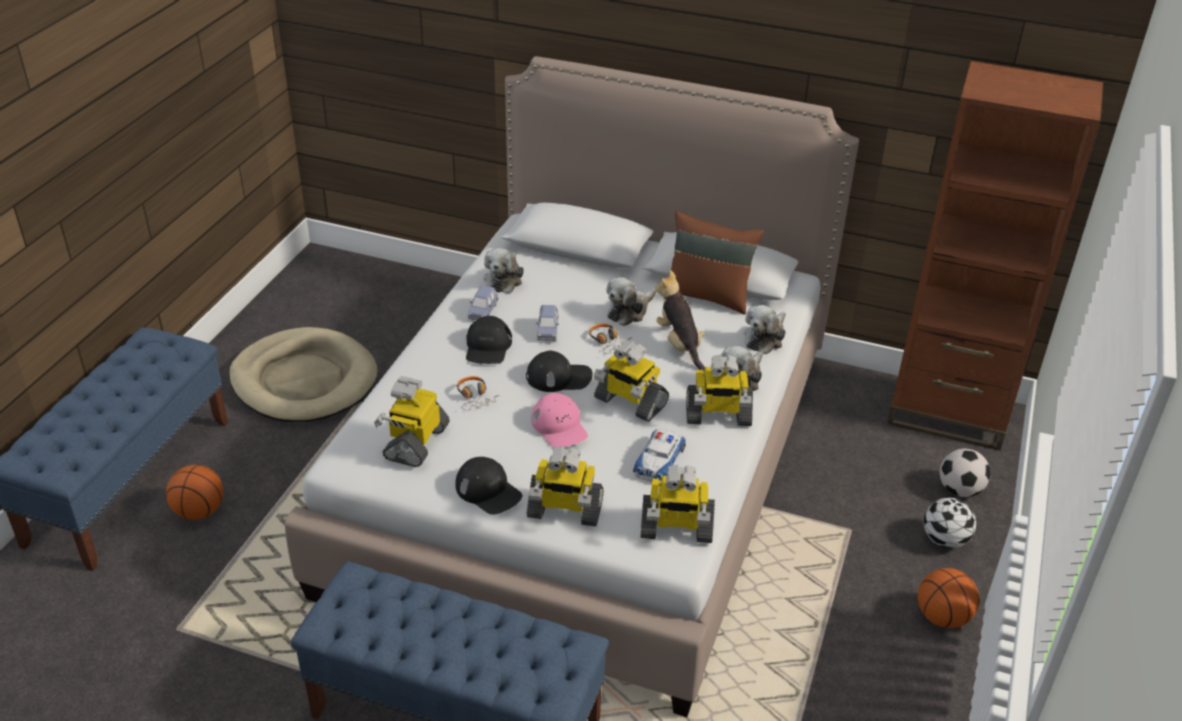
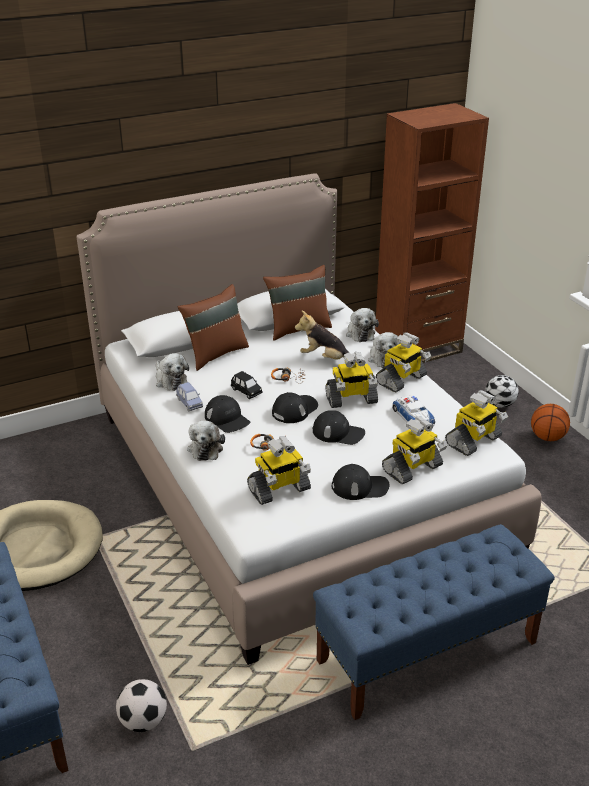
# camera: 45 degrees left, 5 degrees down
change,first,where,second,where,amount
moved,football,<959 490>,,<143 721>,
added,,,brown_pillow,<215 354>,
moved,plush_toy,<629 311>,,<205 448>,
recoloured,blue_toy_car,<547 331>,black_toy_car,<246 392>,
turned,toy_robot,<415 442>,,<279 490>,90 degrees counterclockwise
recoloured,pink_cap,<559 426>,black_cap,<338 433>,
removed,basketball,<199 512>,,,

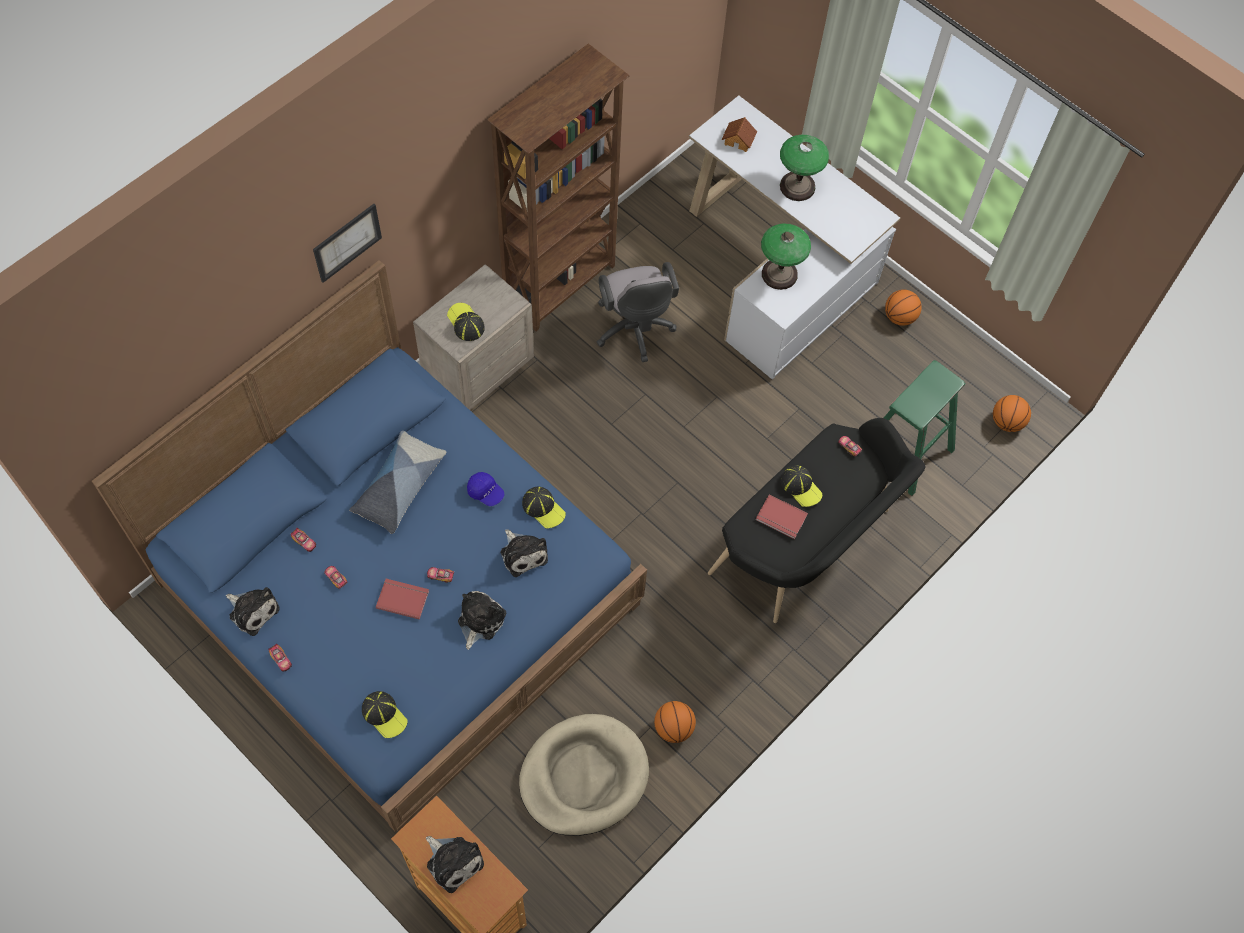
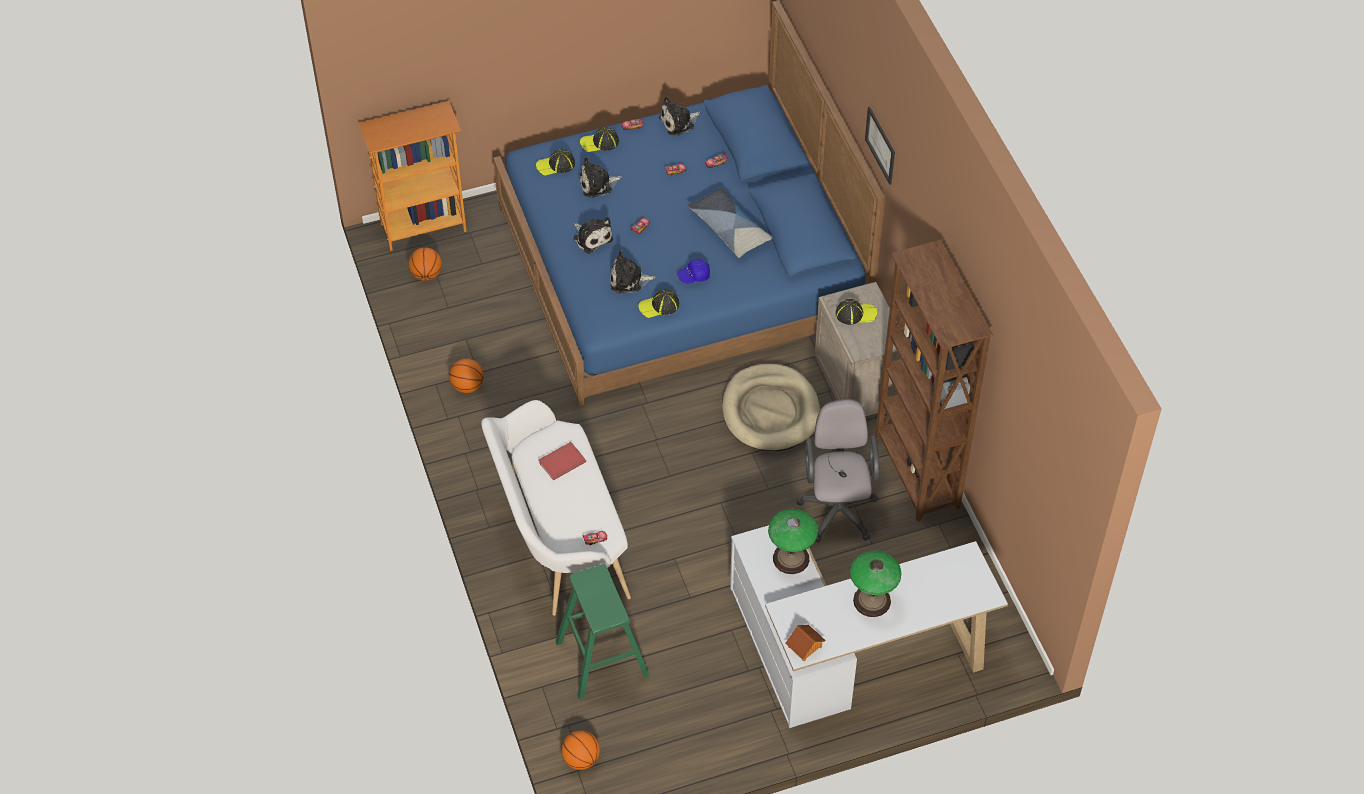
# camera: 120 degrees right, 10 degrees down
change,first,where,second,where,amount
moved,basketball,<899 317>,,<426 274>,
recoloured,black_bench,<807 545>,white_bench,<558 541>,
moved,plush_toy,<453 861>,,<597 184>,
moved,cap,<801 487>,,<599 142>,
moved,beige_dog_bed,<583 776>,,<770 411>,
moved,toy_house,<739 140>,,<805 646>,
turned,grey_office_chair,<634 331>,,<838 507>,75 degrees clockwise
removed,red_book,<403 598>,,,

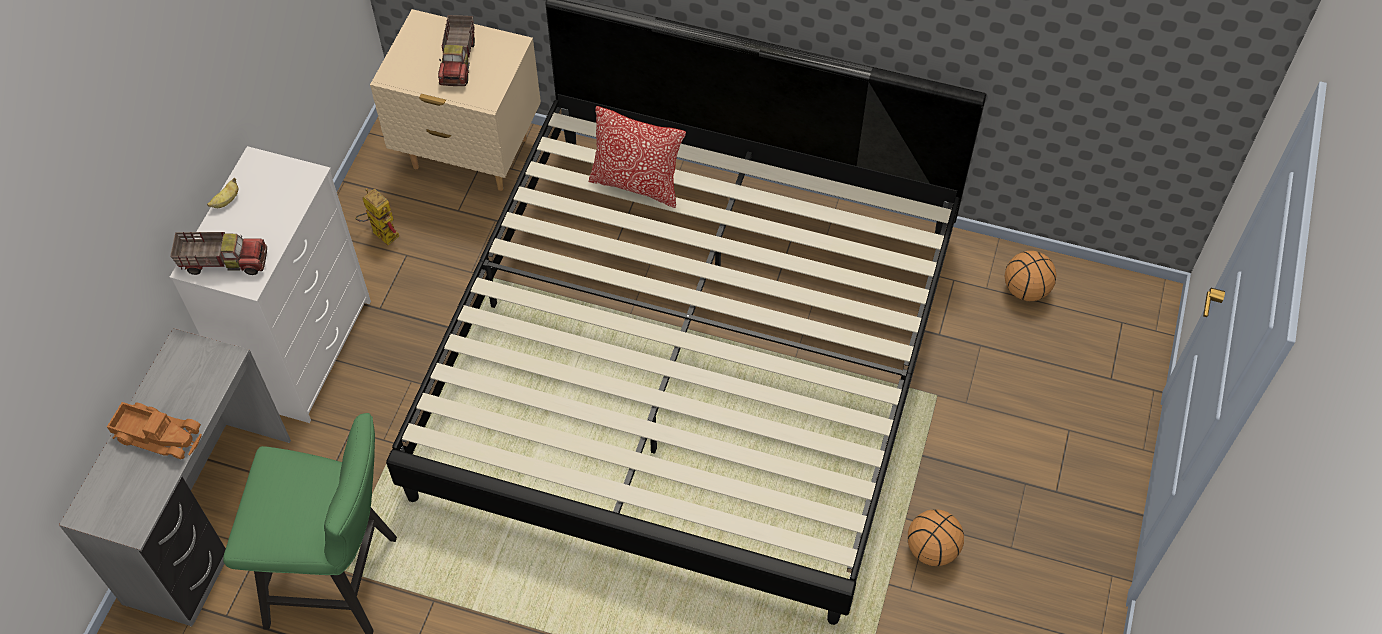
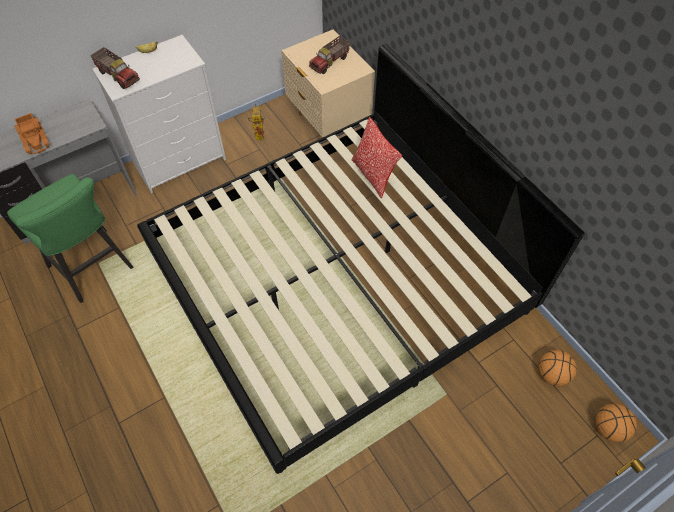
# camera: 40 degrees right, 0 degrees up
change,first,where,second,where,amount
moved,basketball,<932 549>,,<609 428>,

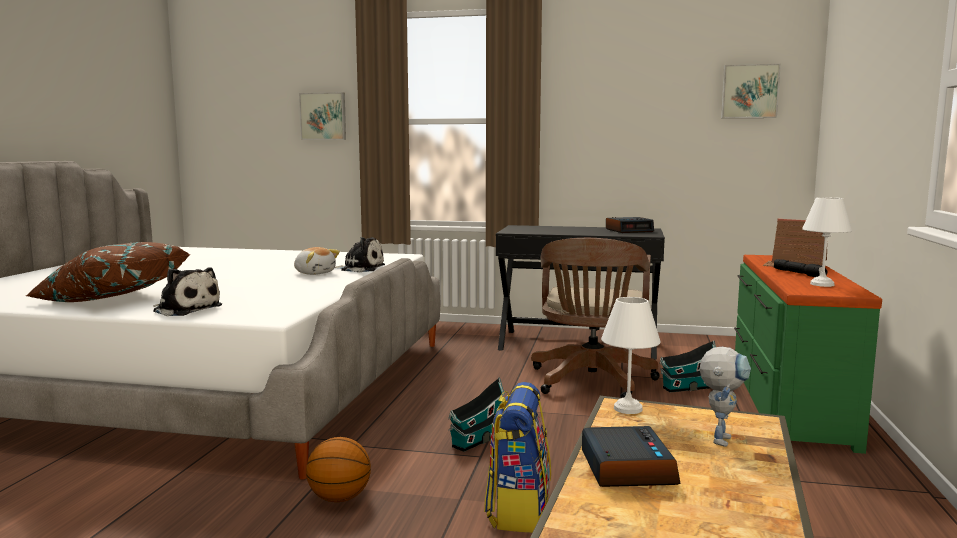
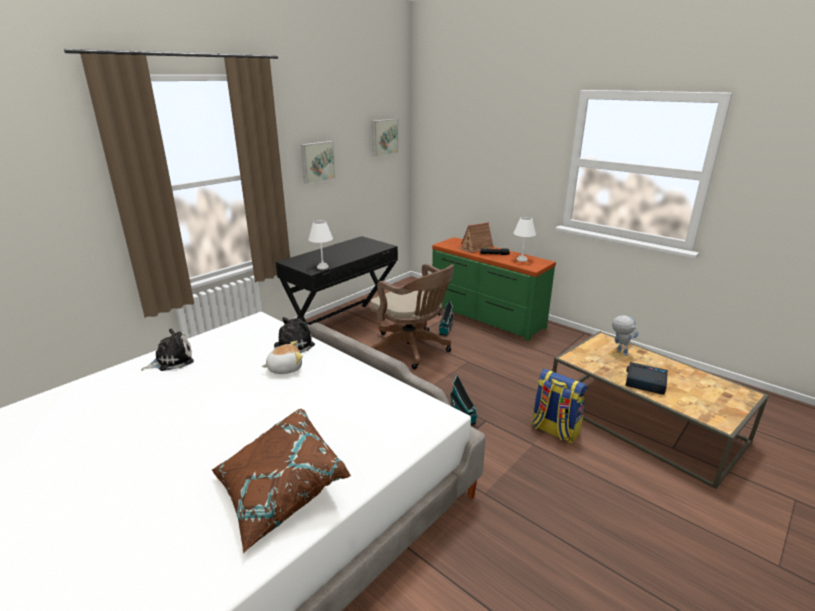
# camera: 60 degrees left, 15 degrees up
change,first,where,second,where,amount
moved,plush_toy,<186 309>,,<171 360>,
moved,picture,<323 116>,,<317 161>,
moved,white_table_lamp,<628 408>,,<322 267>,
removed,basketball,<340 498>,,,
removed,alarm_clock,<629 230>,,,

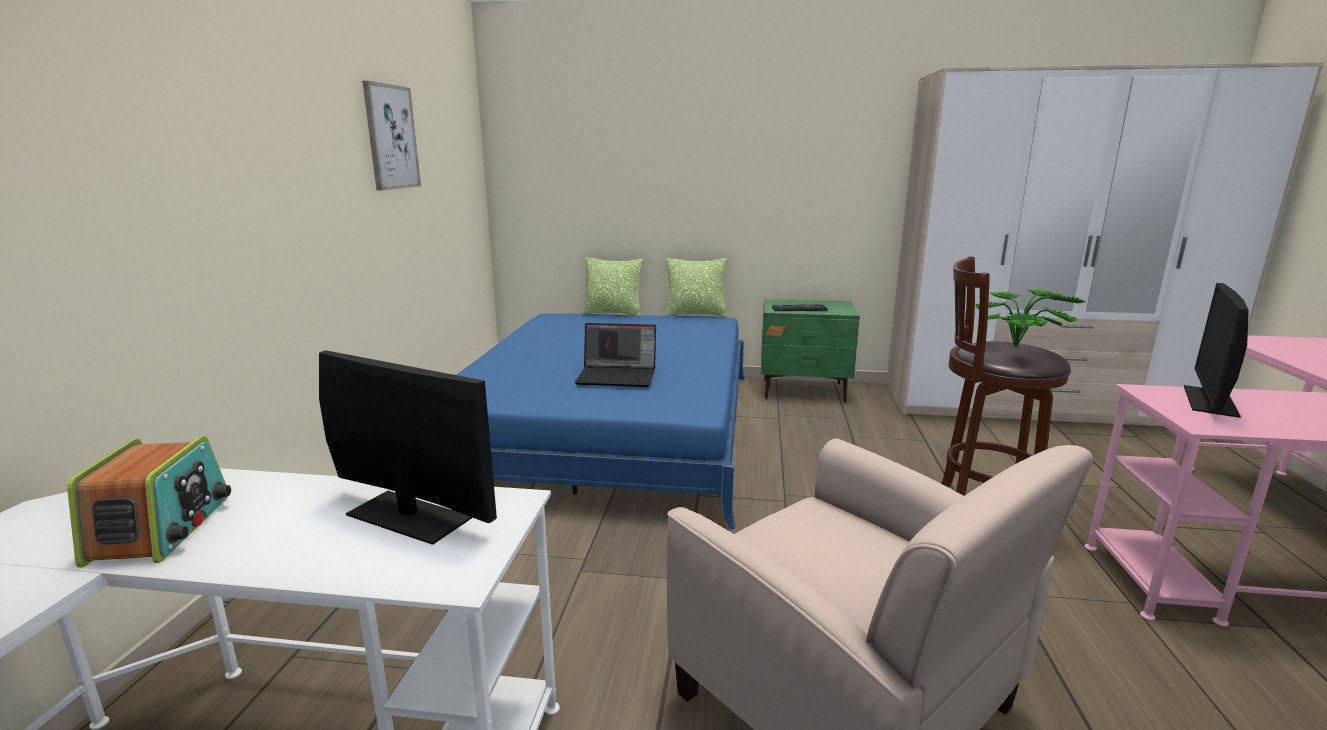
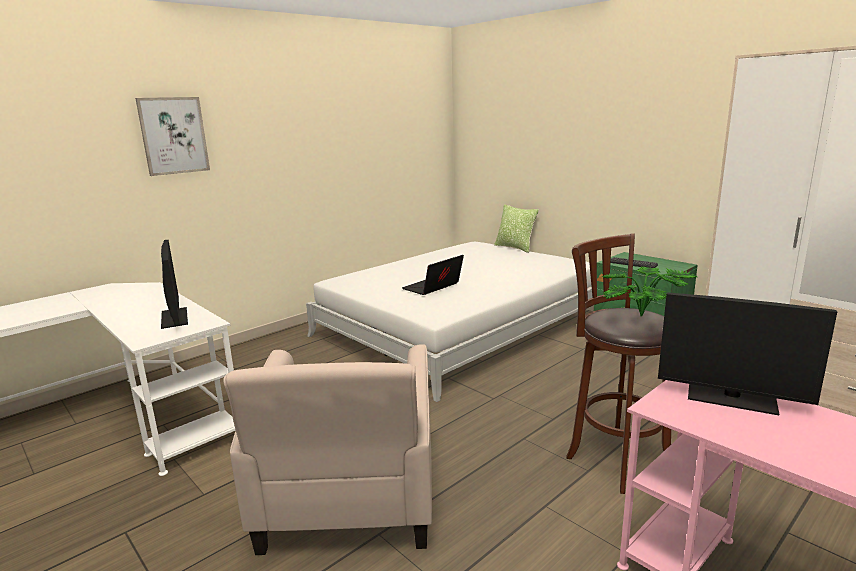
# camera: 40 degrees right, 0 degrees up
change,first,where,second,where,amount
moved,picture,<391 137>,,<173 135>,
recoloured,blue_bed,<609 428>,white_bed,<460 326>,
turned,laptop,<618 376>,,<433 287>,90 degrees clockwise
turned,monitor,<1210 401>,,<731 398>,135 degrees counterclockwise
removed,radio,<162 528>,,,
removed,pillow,<696 314>,,,

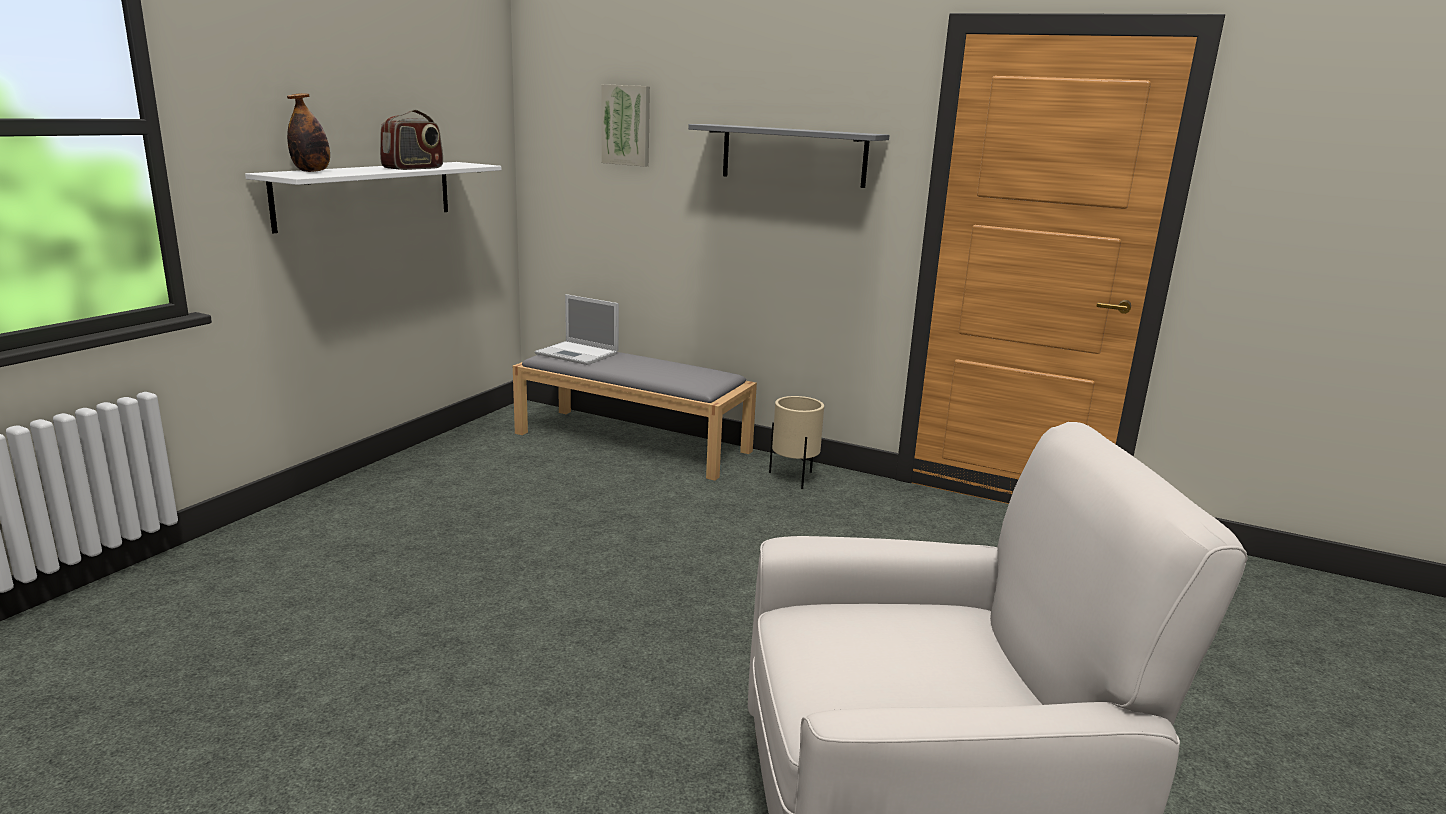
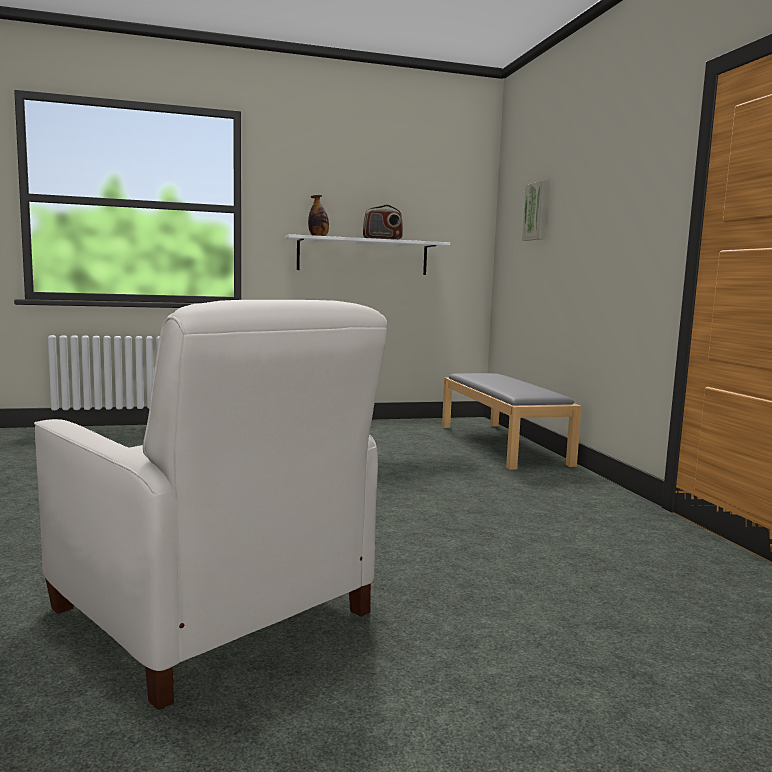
# camera: 50 degrees right, 10 degrees down
change,first,where,second,where,amount
removed,laptop,<578 354>,,,
removed,grey_shelf,<793 155>,,,
removed,beige_planter,<794 478>,,,

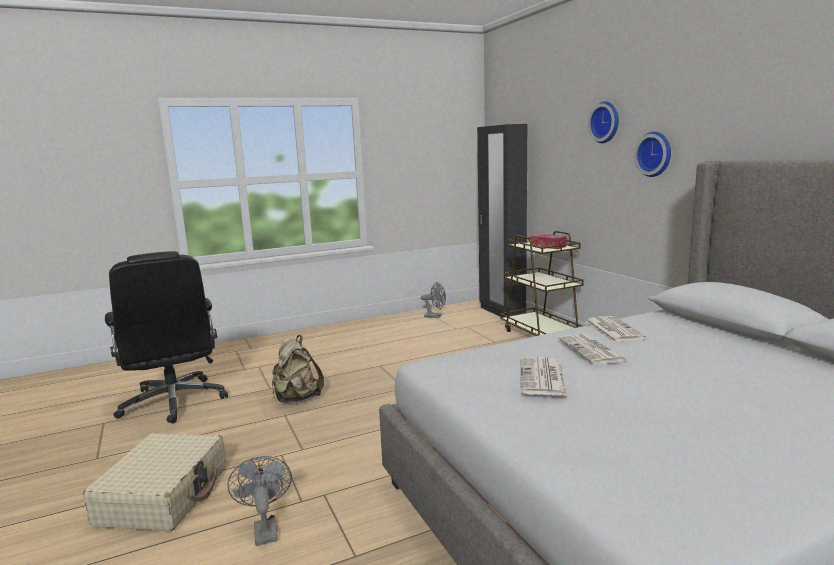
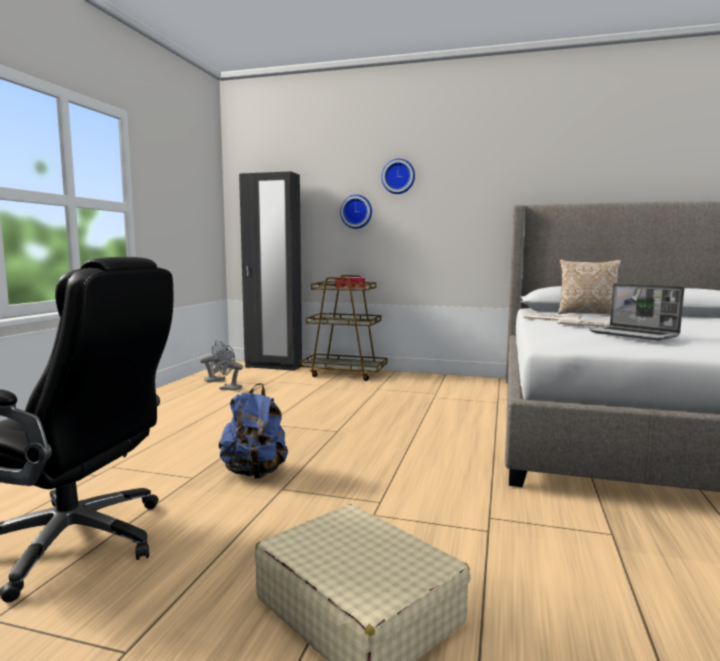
# camera: 50 degrees left, 5 degrees down
change,first,where,second,where,amount
moved,grey_fan,<264 529>,,<227 388>,
recoloured,beige_backpack,<297 399>,blue_backpack,<255 473>,
moved,wall_clock,<655 154>,,<356 211>,
added,,,pillow,<587 314>,
replaced,newspaper,<543 378>,laptop,<634 334>,

